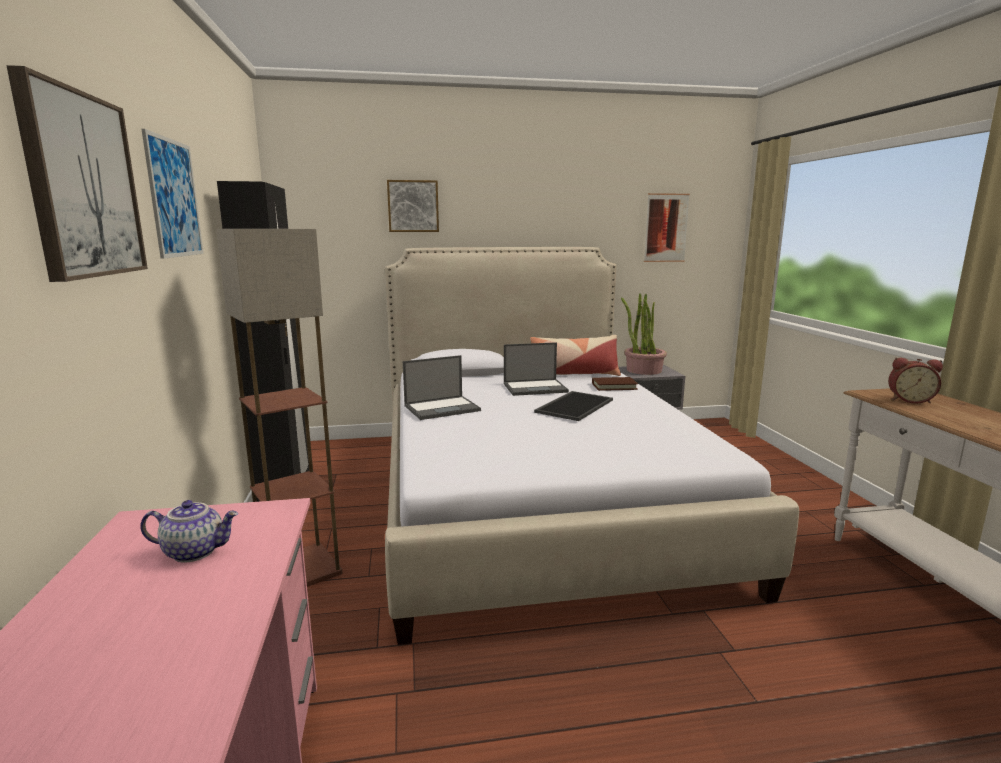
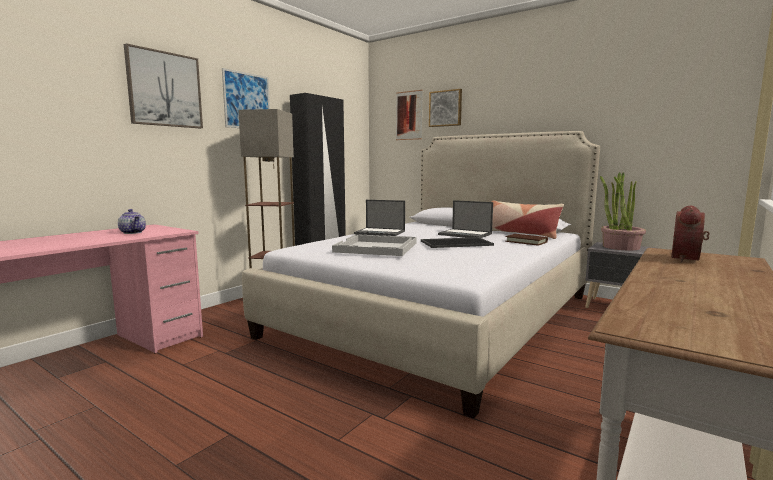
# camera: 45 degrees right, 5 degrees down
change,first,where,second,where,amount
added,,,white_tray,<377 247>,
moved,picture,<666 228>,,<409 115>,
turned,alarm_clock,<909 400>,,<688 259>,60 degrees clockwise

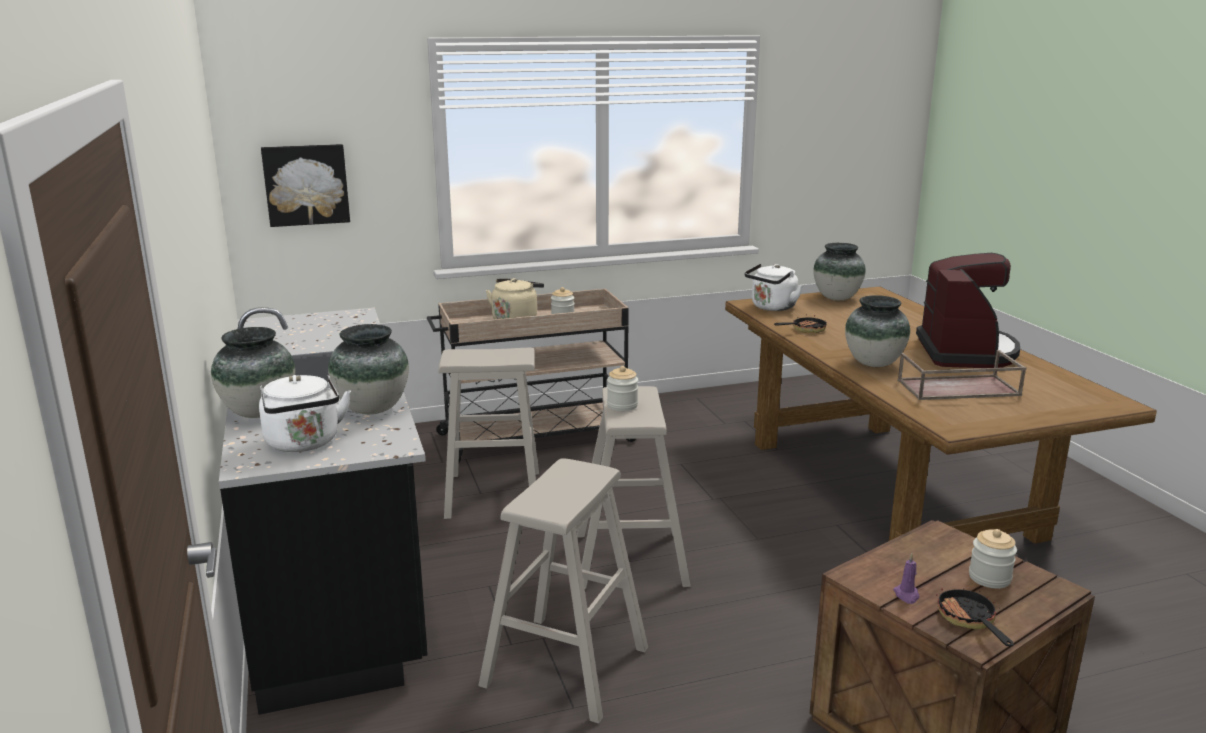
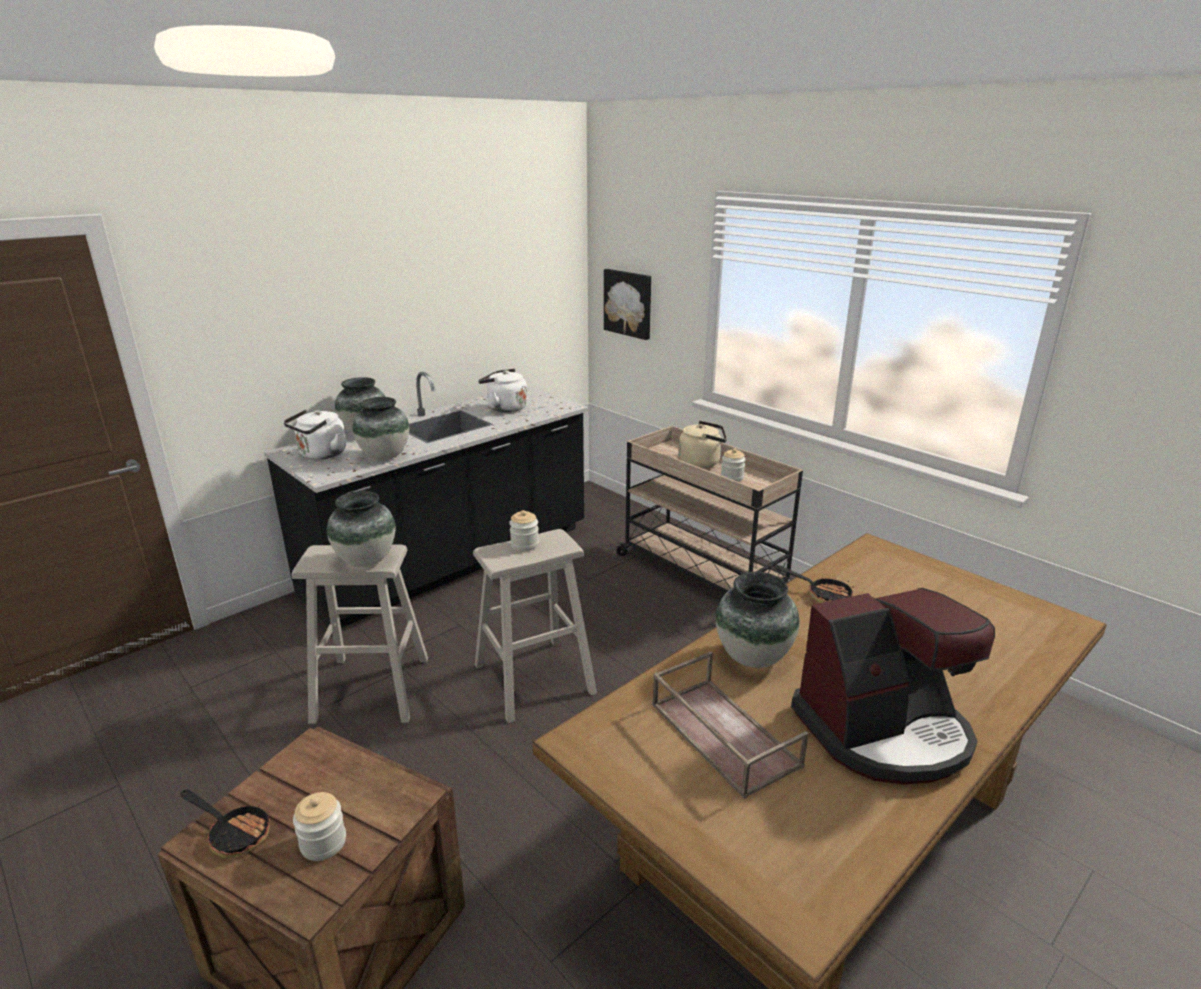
# camera: 65 degrees right, 5 degrees up
change,first,where,second,where,amount
turned,frying_pan,<969 621>,,<234 832>,60 degrees clockwise
moved,vase,<836 298>,,<367 560>,
moved,white_kettle,<772 307>,,<504 408>,
removed,beige_stool,<494 494>,,,
removed,purple_candle,<906 595>,,,

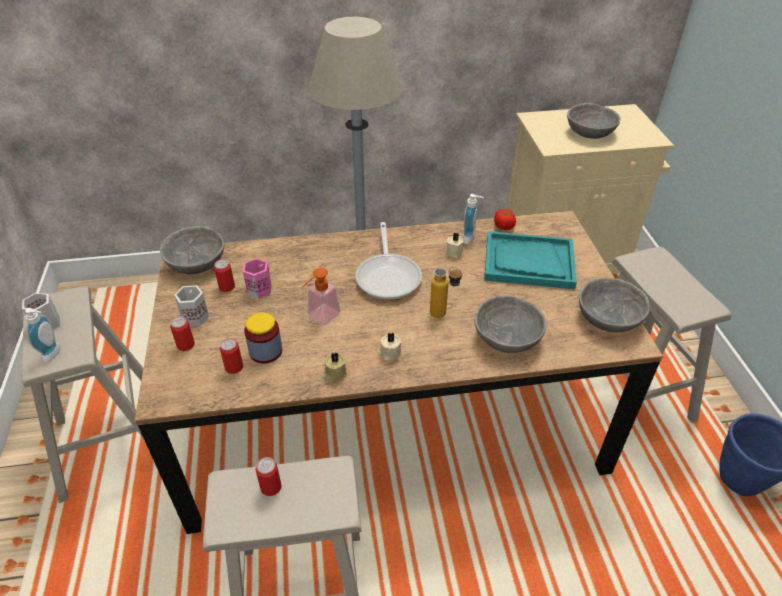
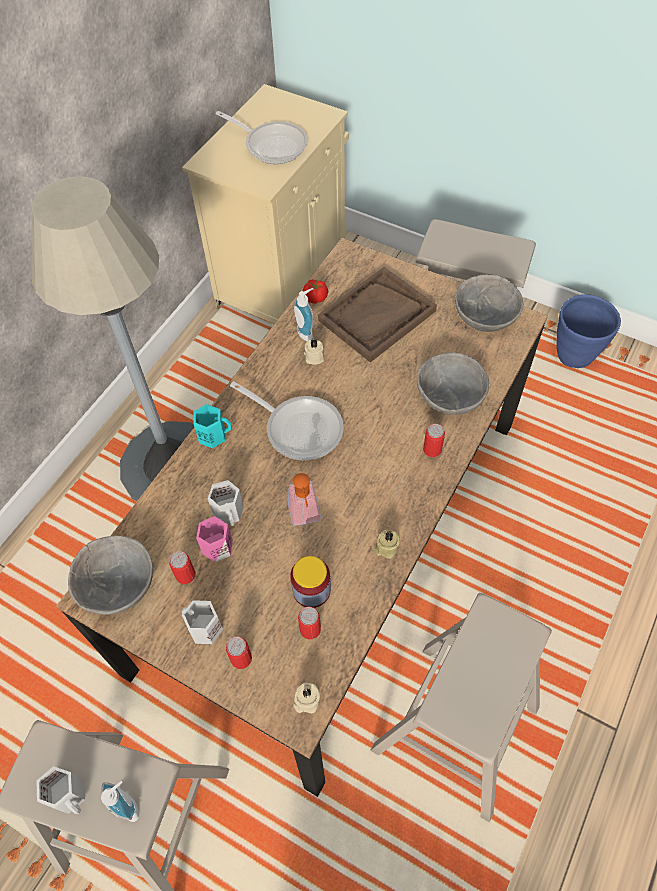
# camera: 50 degrees left, 15 degrees up
change,first,where,second,where,amount
added,,,turquoise_mug,<213 434>,
added,,,white_mug,<229 512>,
replaced,grey_bowl,<589 132>,frying_pan,<271 145>,
moved,beige_candle,<389 353>,,<306 701>,
recoloured,turquoise_tray,<528 262>,brown_tray,<377 316>,
moved,can,<271 487>,,<432 449>,
removed,bottle,<444 315>,,,

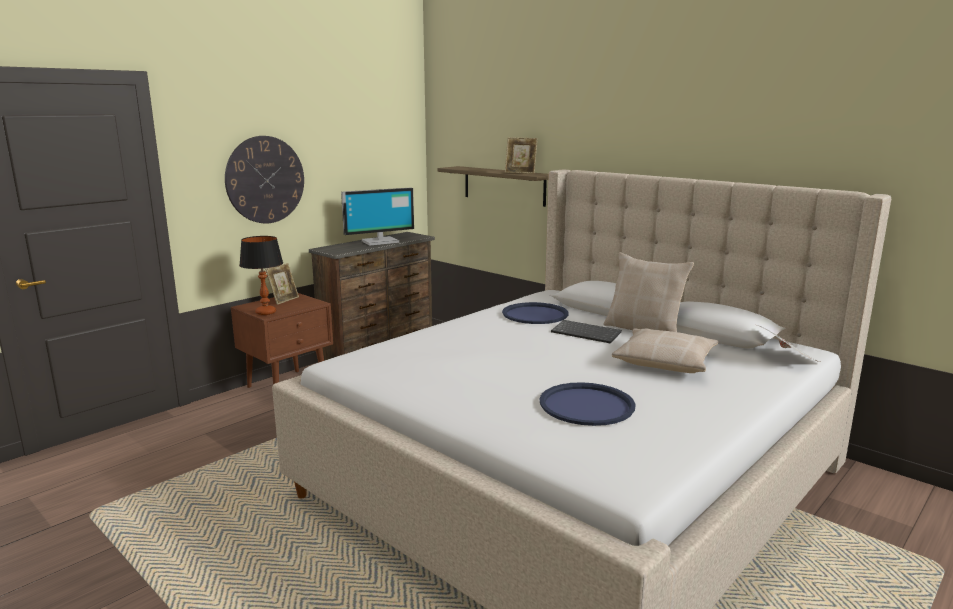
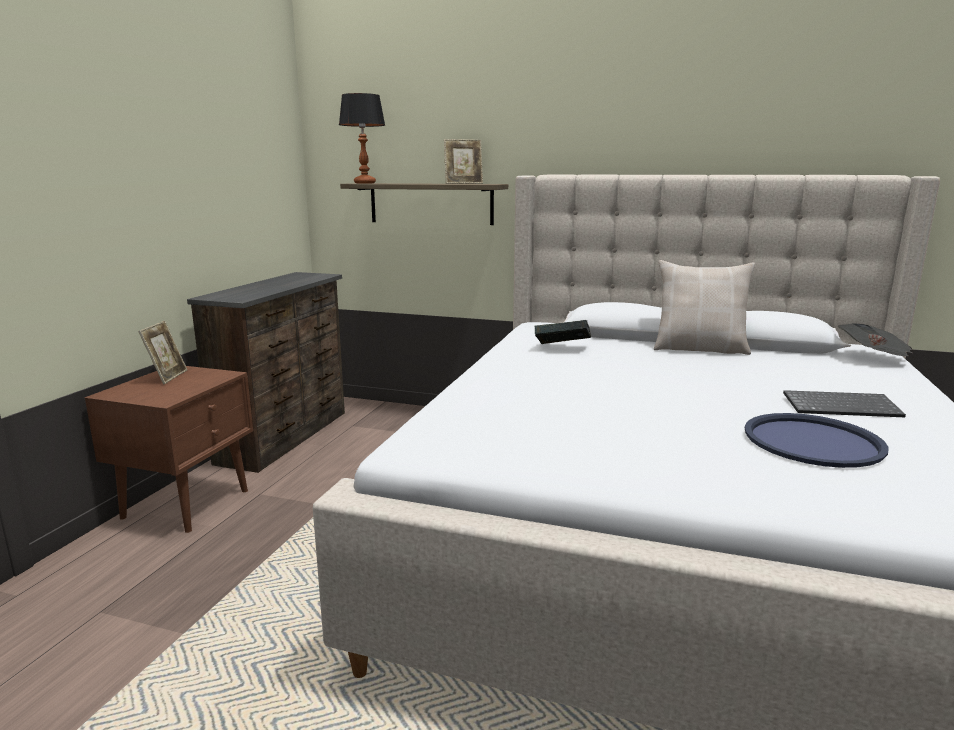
# camera: 25 degrees left, 0 degrees up
change,first,where,second,where,amount
moved,table_lamp,<265 312>,,<364 183>,
replaced,blue_tray,<535 314>,book,<562 348>,
moved,keyboard,<587 333>,,<841 406>,
removed,wall_clock,<265 180>,,,
removed,monitor,<379 241>,,,
removed,beige_pillow,<665 361>,,,

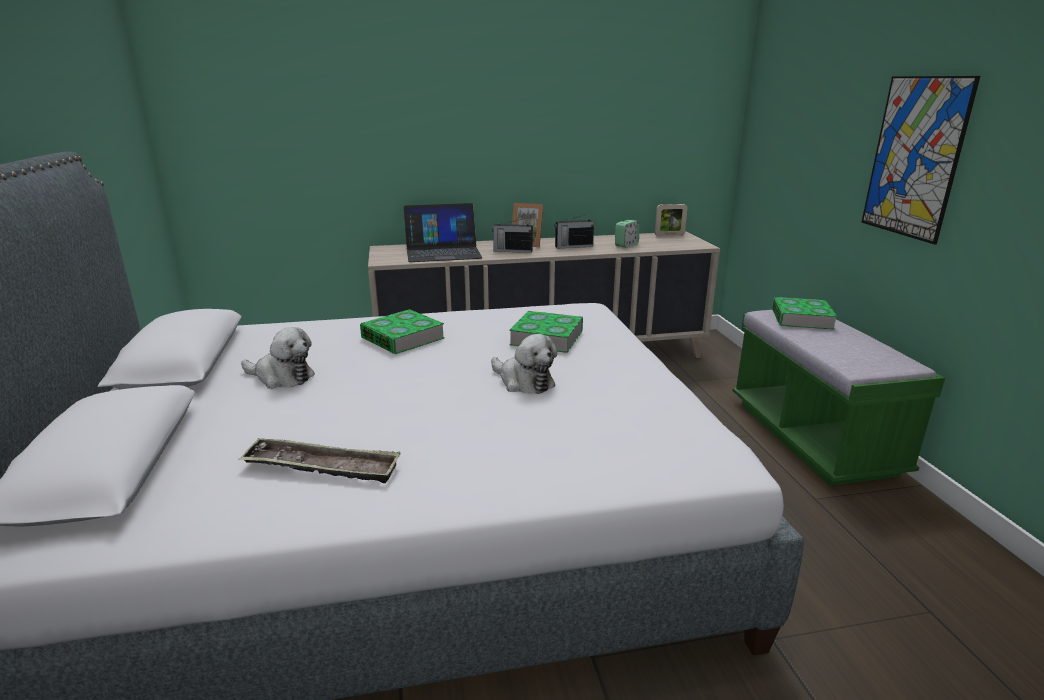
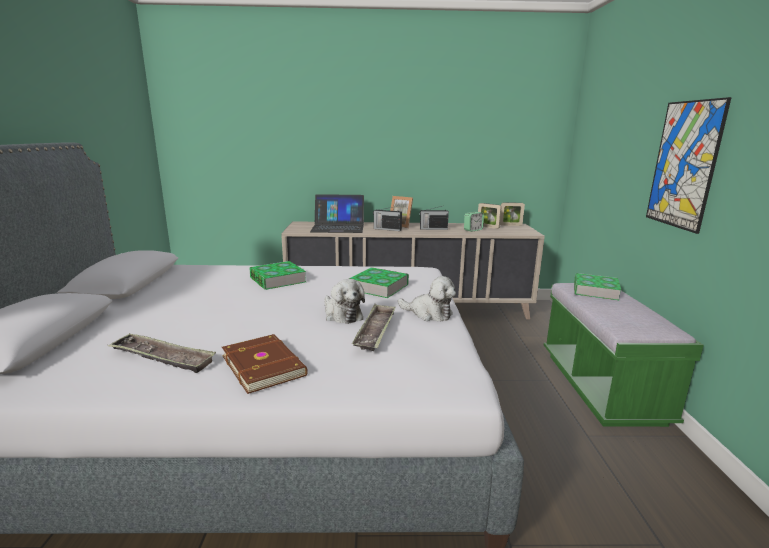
# camera: 10 degrees right, 5 degrees down
change,first,where,second,where,amount
added,,,brown_book,<264 365>,
added,,,tray,<375 331>,
moved,plush_toy,<282 377>,,<429 313>,
added,,,picture_frame,<488 227>,

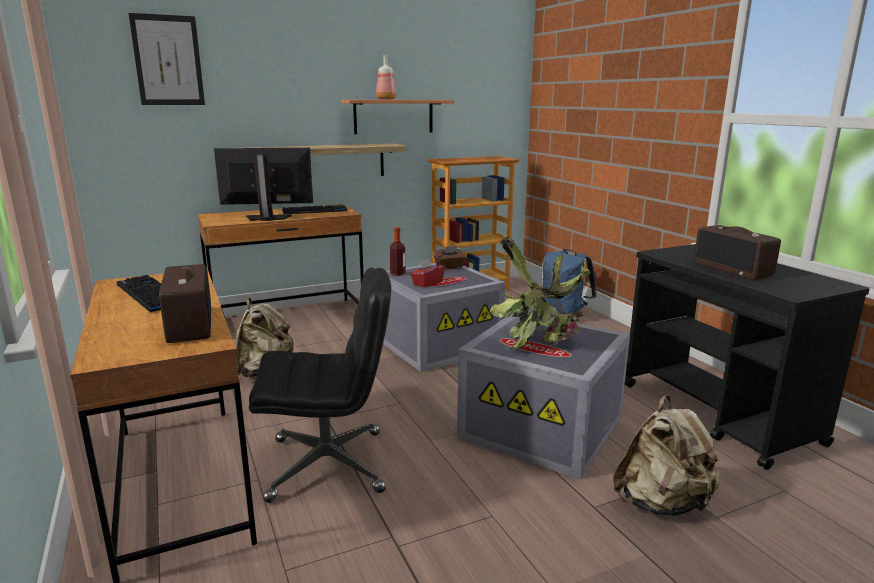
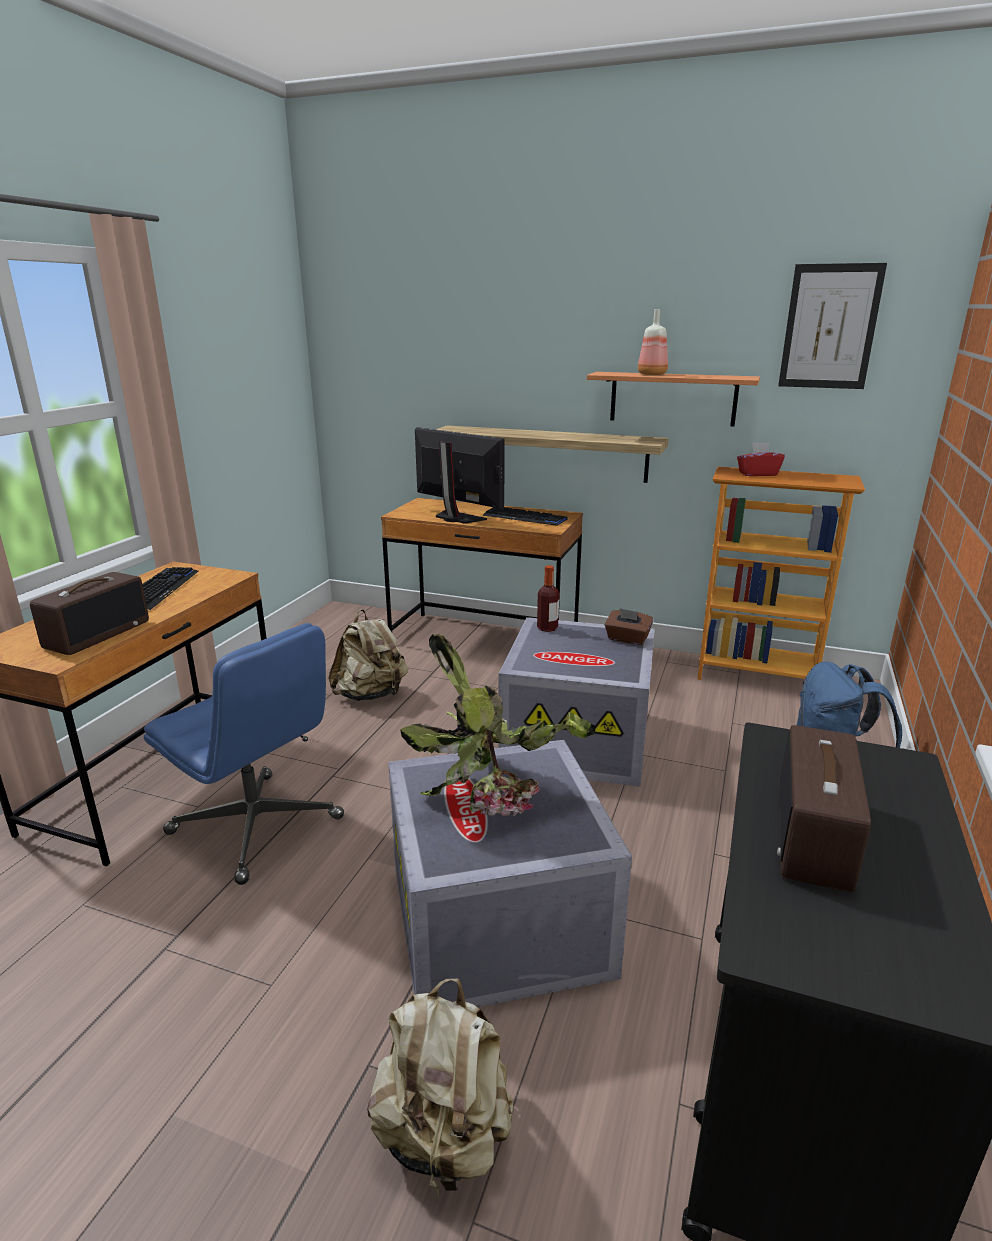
# camera: 45 degrees right, 5 degrees up
change,first,where,second,where,amount
recoloured,black_office_chair,<329 464>,blue_office_chair,<258 826>,
moved,red_tissue_box,<427 283>,,<757 474>,
moved,picture,<168 60>,,<830 327>,

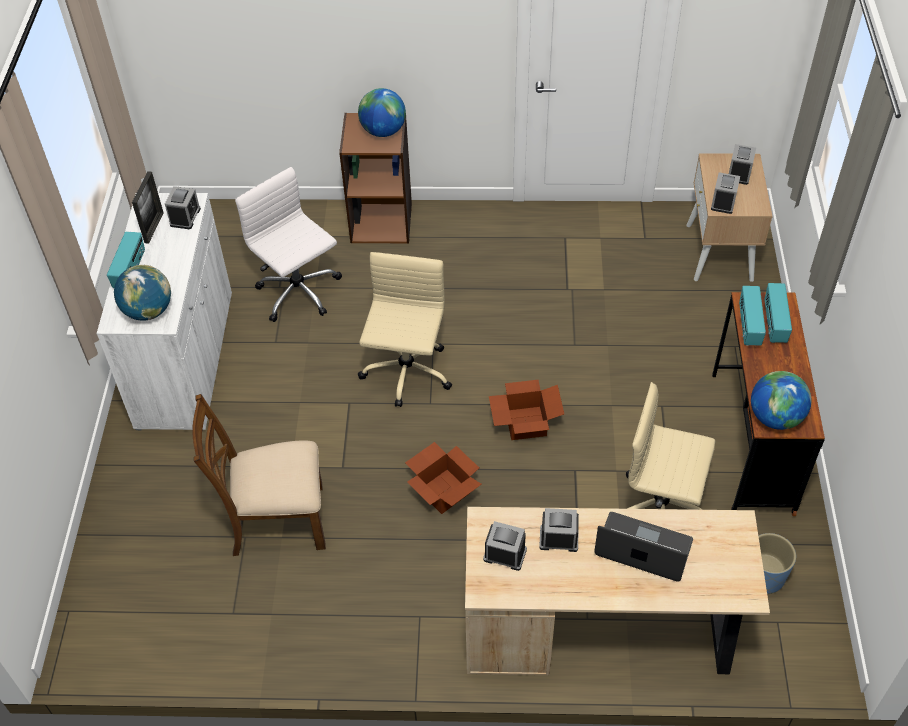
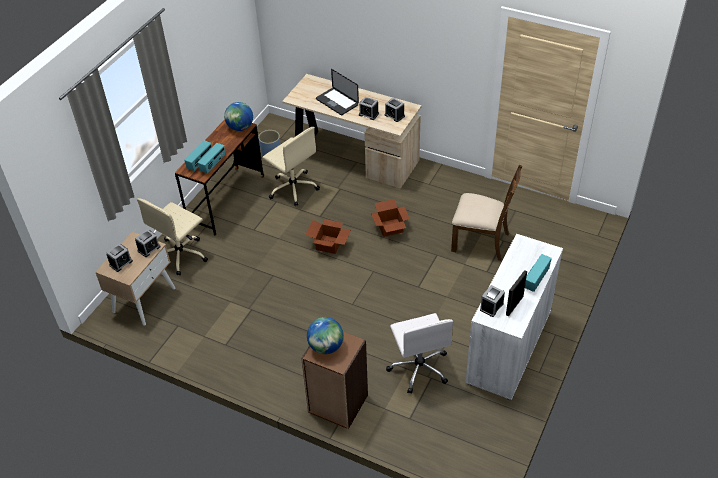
# camera: 155 degrees left, 5 degrees down
change,first,where,second,where,amount
moved,beige_office_chair,<406 373>,,<181 254>,
removed,globe,<148 311>,,,

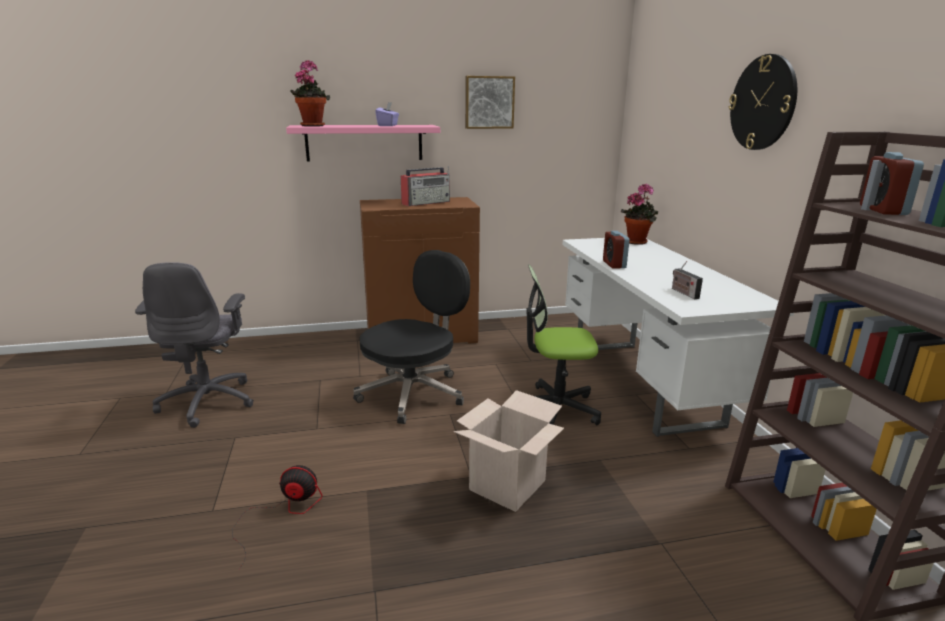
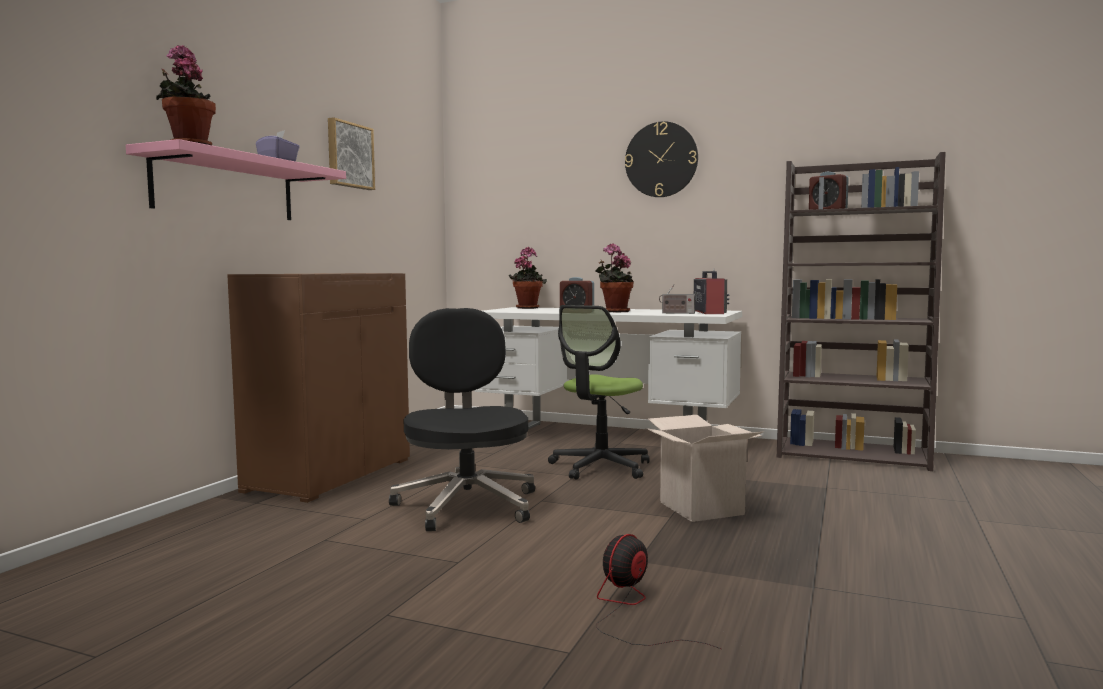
# camera: 55 degrees left, 15 degrees down
change,first,where,second,where,amount
added,,,potted_plant,<614 311>,
moved,radio,<426 203>,,<709 312>,
removed,grey_office_chair,<209 401>,,,

